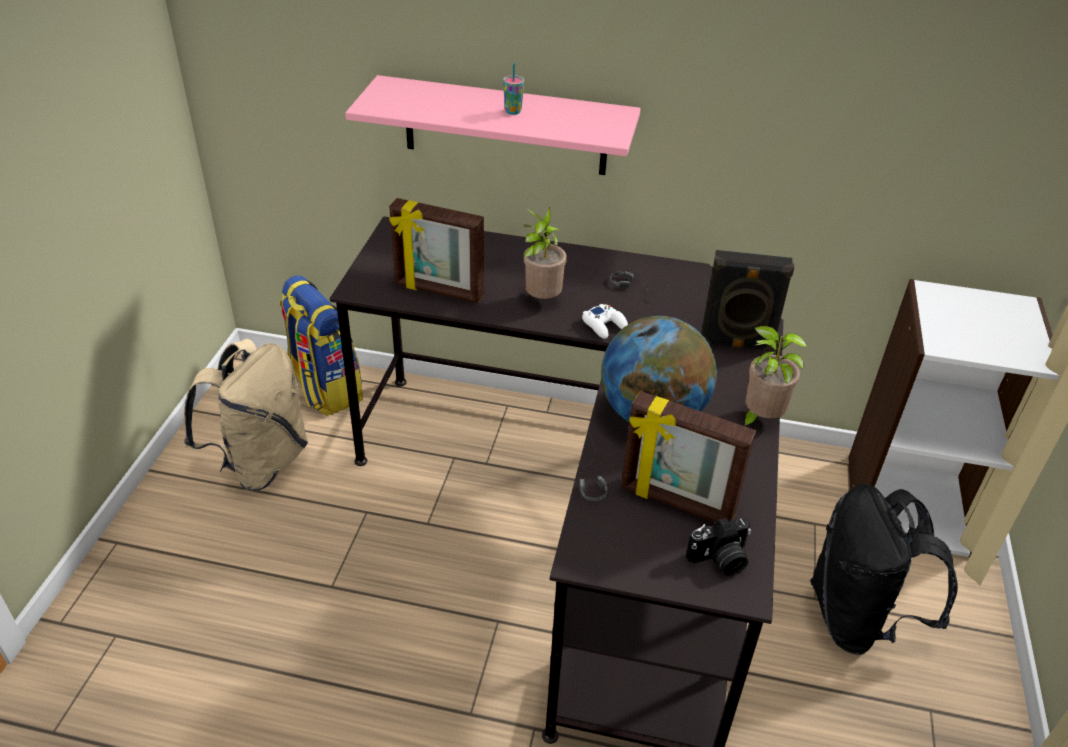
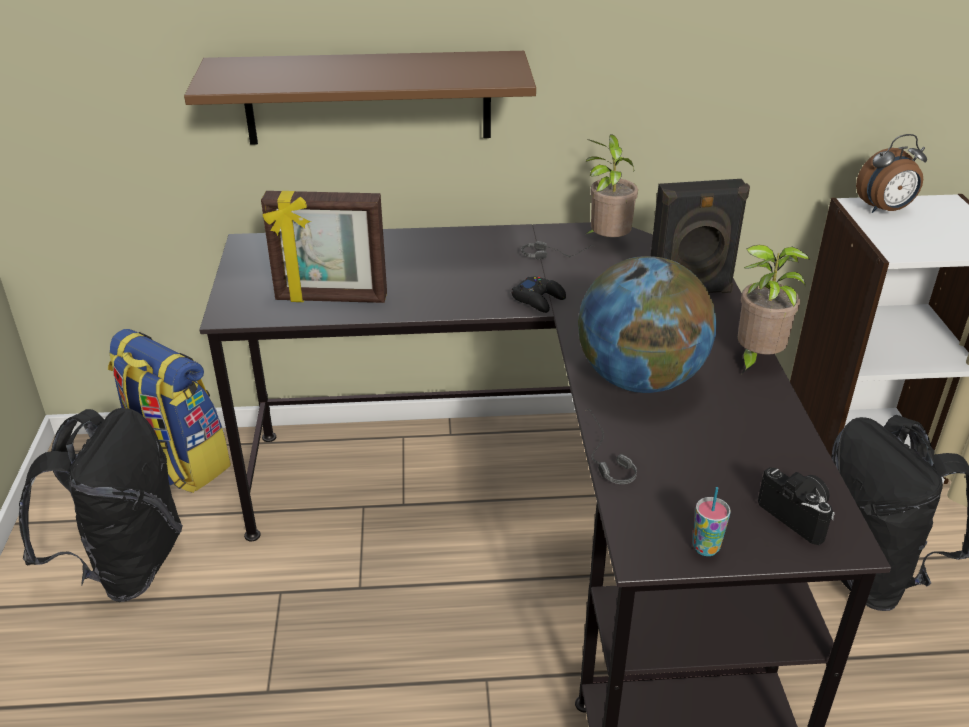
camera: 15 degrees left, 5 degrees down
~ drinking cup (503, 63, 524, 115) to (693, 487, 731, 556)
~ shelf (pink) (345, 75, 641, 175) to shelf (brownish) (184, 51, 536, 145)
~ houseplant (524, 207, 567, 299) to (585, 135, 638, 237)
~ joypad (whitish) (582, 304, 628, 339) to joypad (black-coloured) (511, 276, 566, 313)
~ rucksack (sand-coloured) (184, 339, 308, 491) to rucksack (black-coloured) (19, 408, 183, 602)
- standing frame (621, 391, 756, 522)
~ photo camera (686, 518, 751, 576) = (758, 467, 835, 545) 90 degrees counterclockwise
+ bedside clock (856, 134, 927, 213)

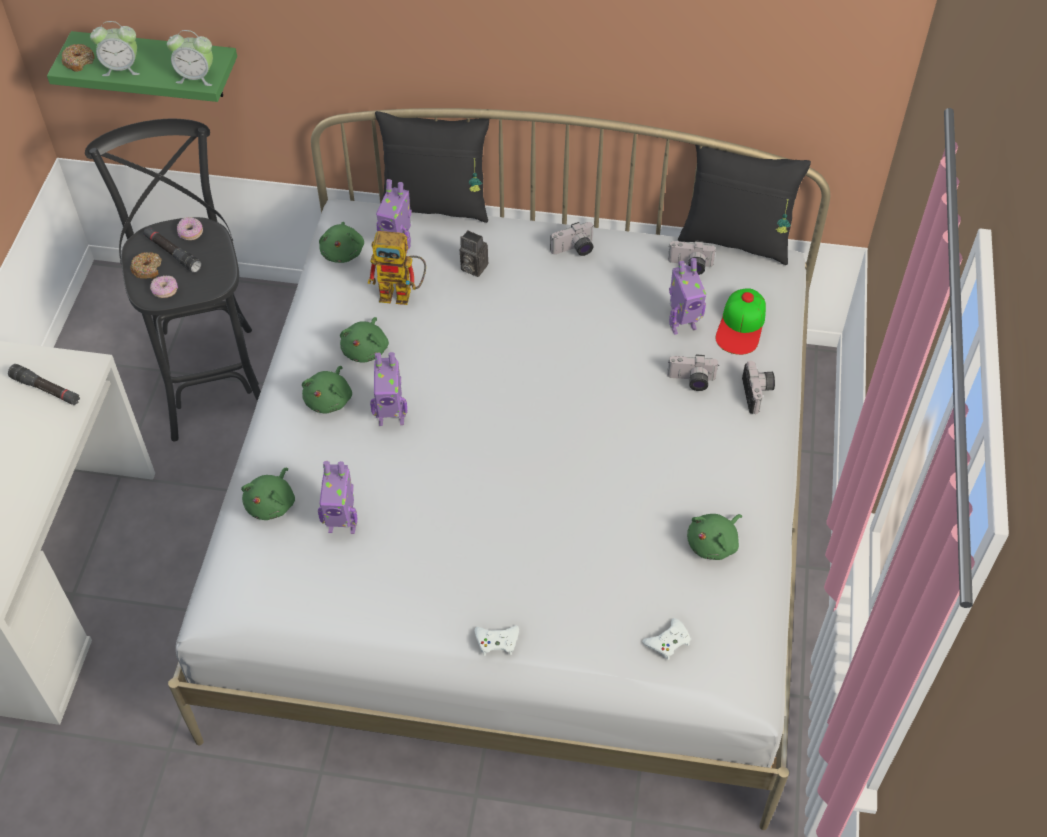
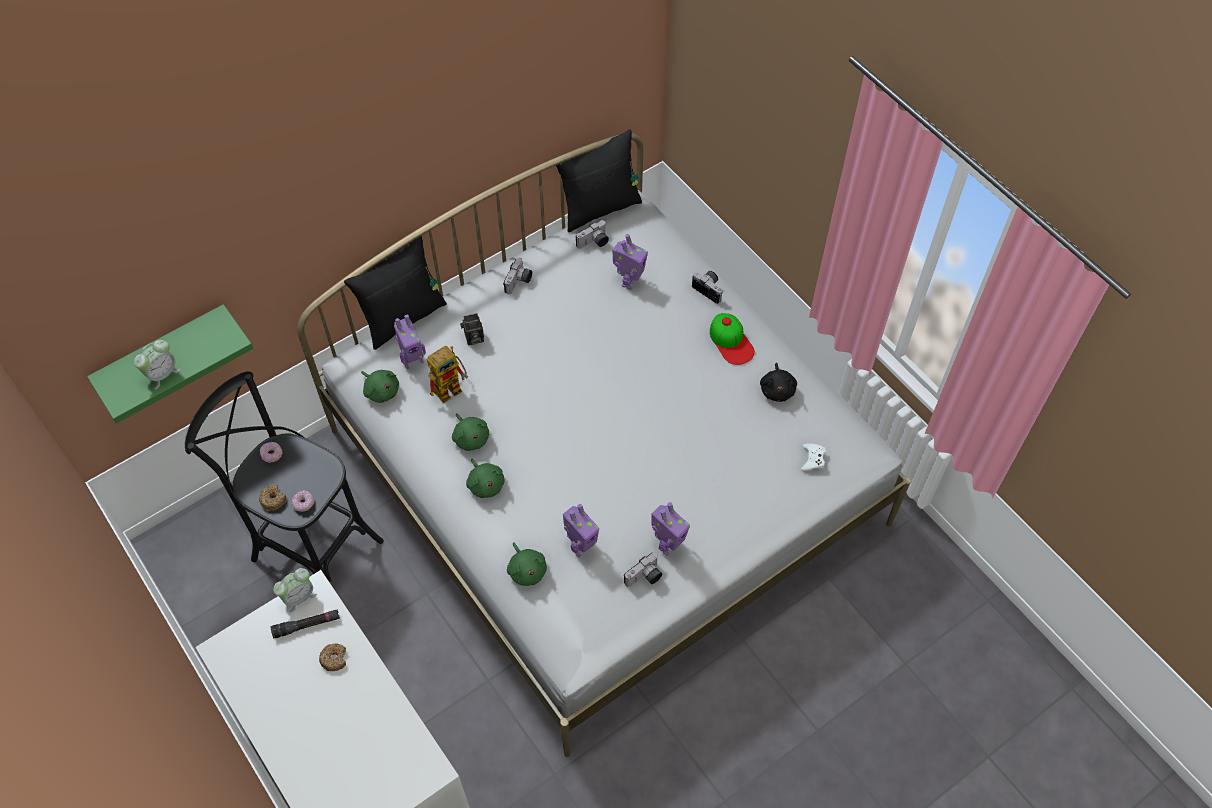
camera: 45 degrees left, 5 degrees up
~ bedside clock (167, 30, 213, 86) to (273, 568, 317, 613)
~ doughnut (62, 44, 95, 72) to (319, 643, 346, 671)
- flashlight (black-coloured) (143, 227, 202, 273)
~ baseball cap (716, 288, 766, 355) to (710, 313, 755, 365)
~ toy robot (370, 352, 408, 426) to (651, 502, 690, 556)
~ photo camera (667, 354, 719, 391) to (624, 552, 662, 587)
~ soft toy (greenish) (687, 514, 742, 560) to soft toy (black-coloured) (760, 363, 797, 402)
- joypad (whitish) (475, 625, 519, 656)

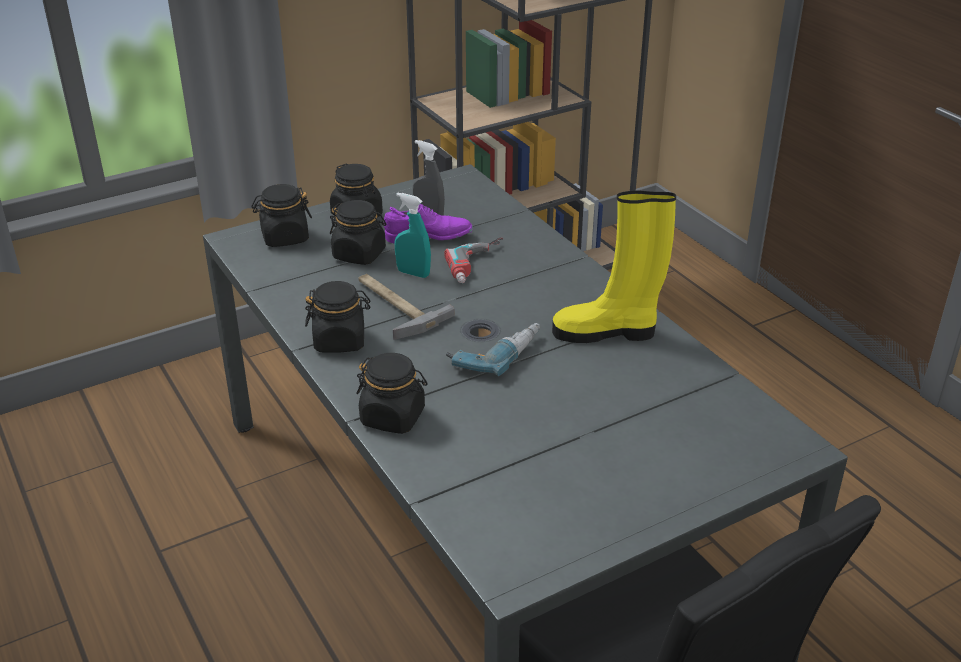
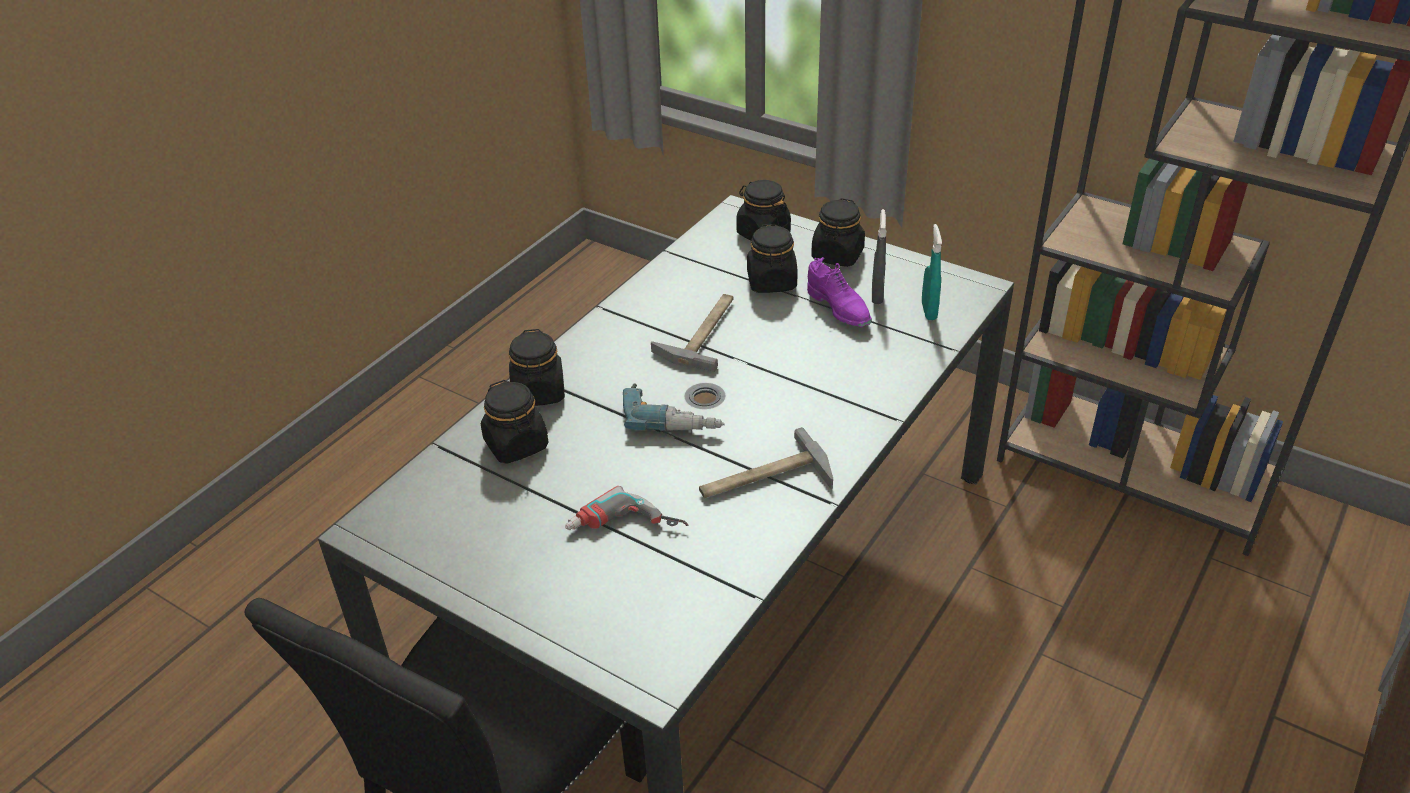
camera: 65 degrees right, 5 degrees up
~ high-top boot (yellowish) (552, 190, 676, 343) to hammer (699, 427, 833, 498)
~ sprayer (turquoise) (395, 192, 431, 278) to (922, 224, 942, 320)
~ power drill (444, 238, 503, 283) to (565, 486, 688, 530)
~ preserve jar (black-coloured) (305, 281, 370, 353) to (481, 380, 548, 464)

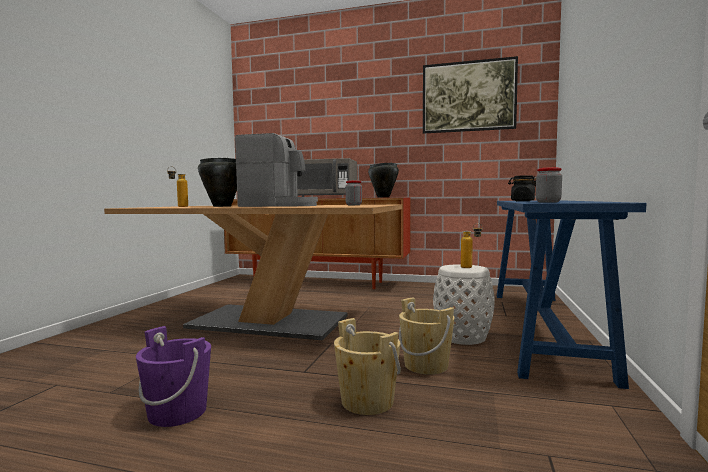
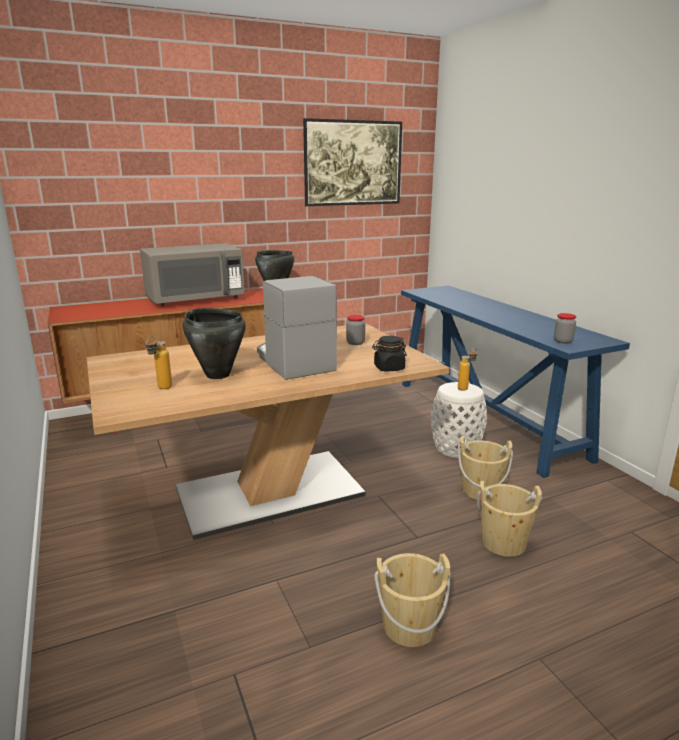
camera: 40 degrees left, 15 degrees up
~ coffee machine (235, 133, 318, 207) = (257, 276, 337, 380) 90 degrees counterclockwise
~ preserve jar (black-coloured) (508, 175, 536, 201) to (372, 336, 407, 371)
~ water bucket (purple) (136, 326, 211, 427) to water bucket (sand-coloured) (374, 553, 450, 647)

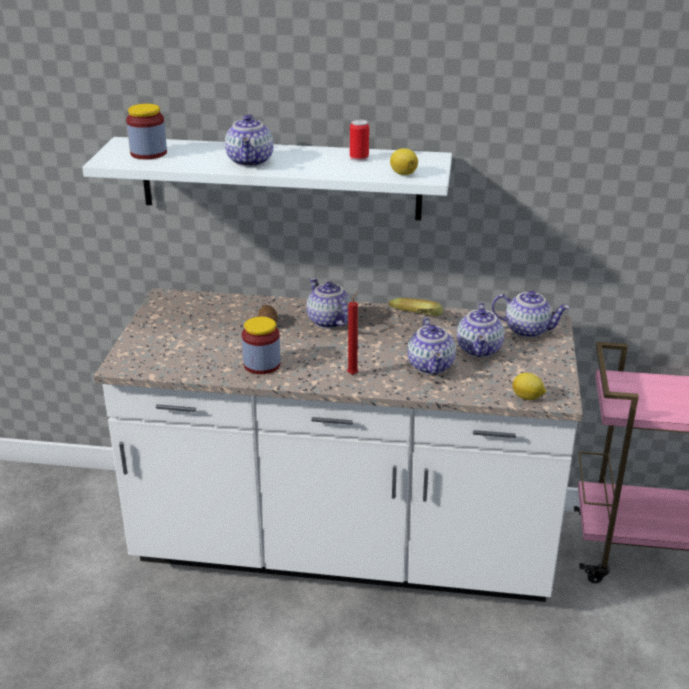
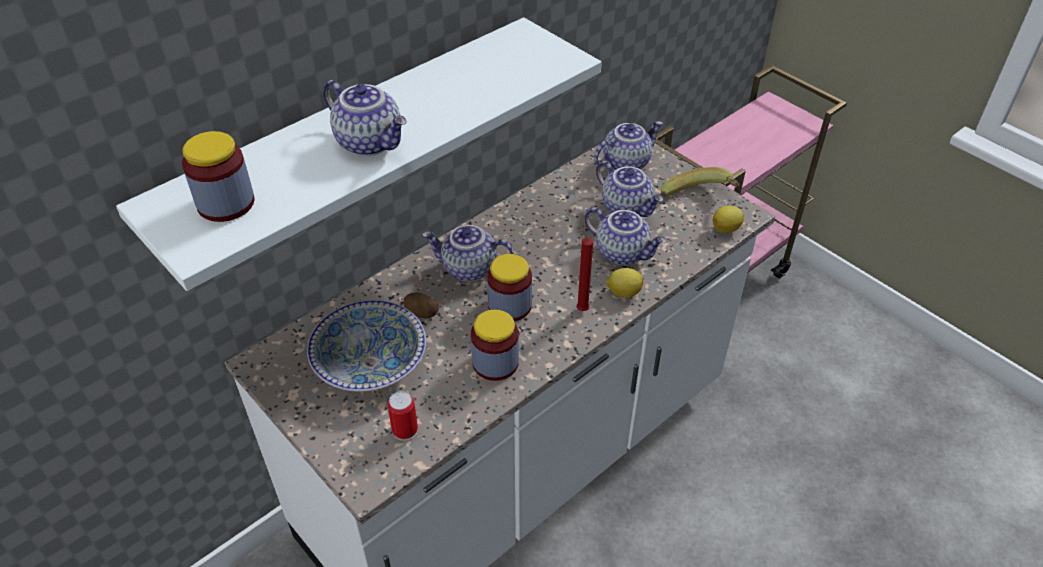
camera: 50 degrees left, 15 degrees up
~ can (350, 119, 369, 162) to (388, 391, 418, 441)
~ whole lemon (390, 148, 418, 175) to (606, 268, 643, 298)
~ banana fruit (388, 298, 443, 316) to (661, 167, 739, 197)
+ preserve jar (487, 254, 532, 321)
+ serving bowl (307, 300, 426, 392)

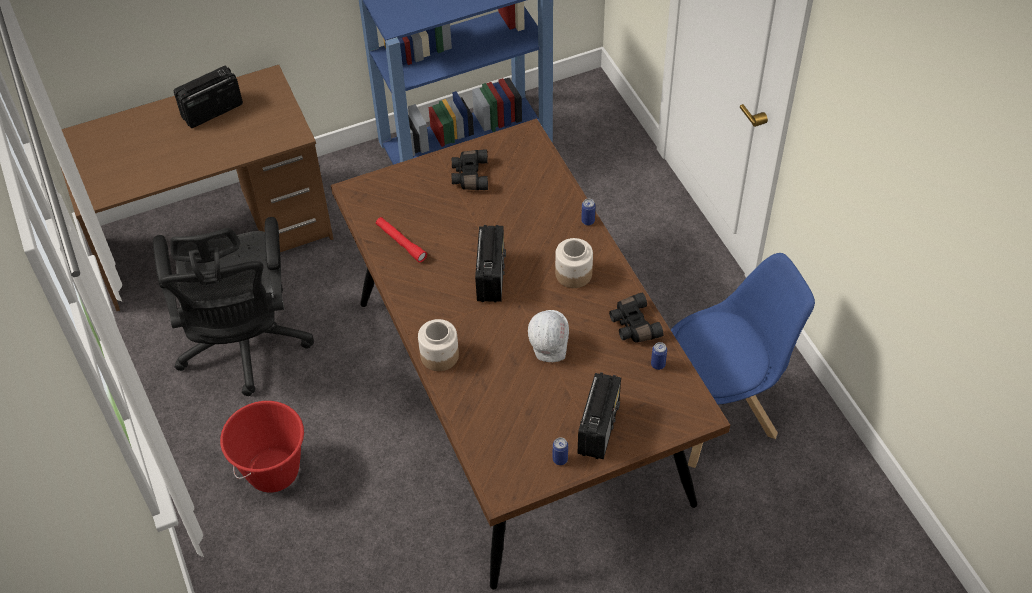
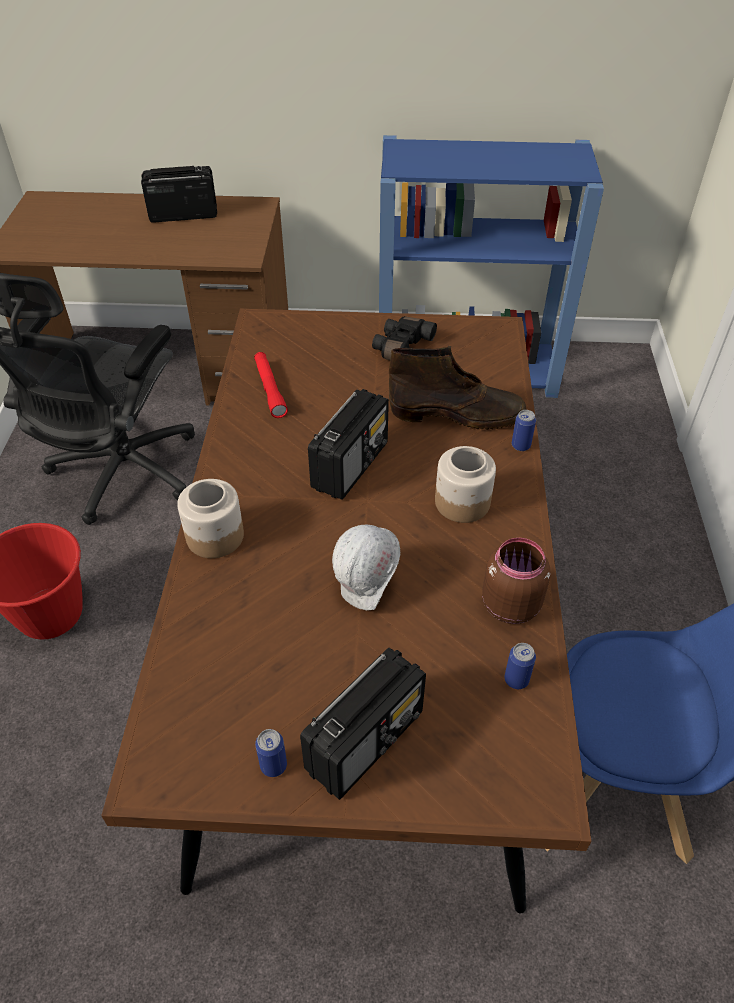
camera: 25 degrees right, 5 degrees down
~ binoculars (black-coloured) (609, 293, 663, 343) to preserve jar (brownish) (482, 538, 550, 624)
+ high-top boot (brownish) (389, 346, 527, 430)

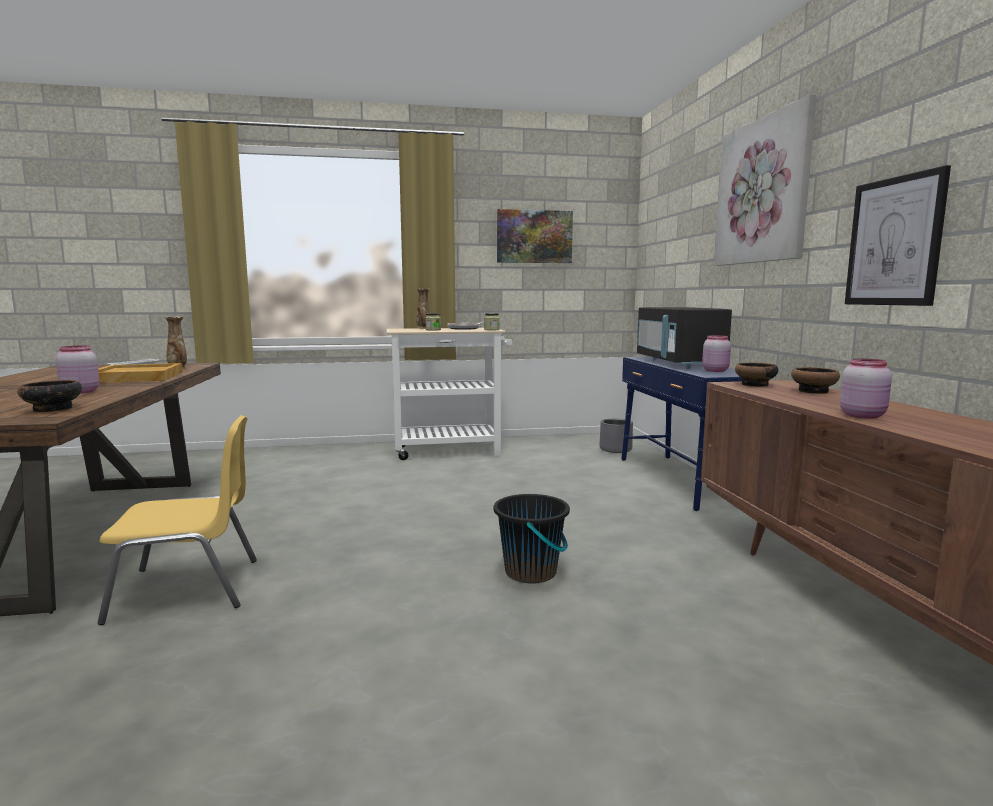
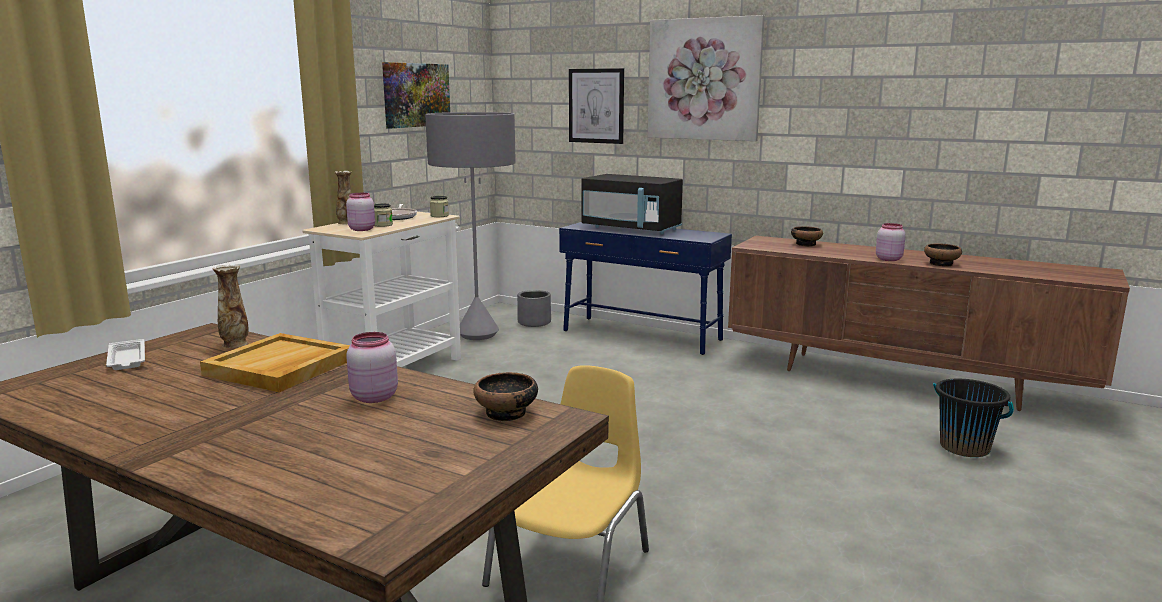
camera: 50 degrees left, 5 degrees up
~ wall art (845, 165, 951, 306) to (569, 68, 624, 144)
~ preserve jar (pink) (702, 335, 731, 372) to (346, 193, 375, 231)
~ serving bowl (735, 363, 778, 387) to (924, 243, 962, 266)
~ water bucket (black-coloured) (494, 494, 570, 584) to (933, 379, 1014, 457)
+ standard lamp (grey) (425, 112, 516, 340)

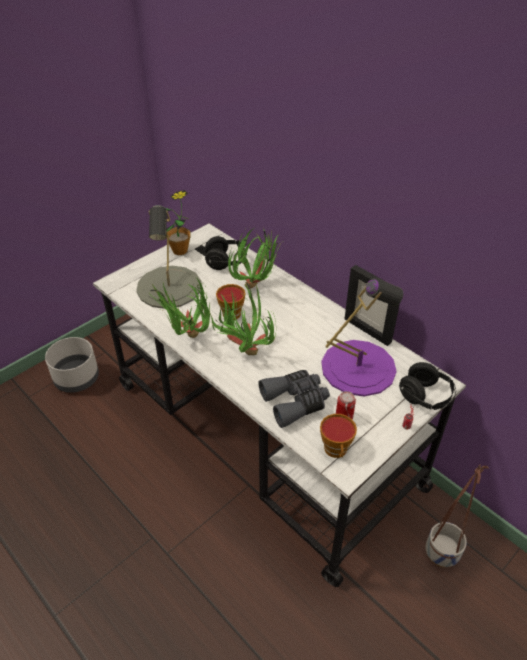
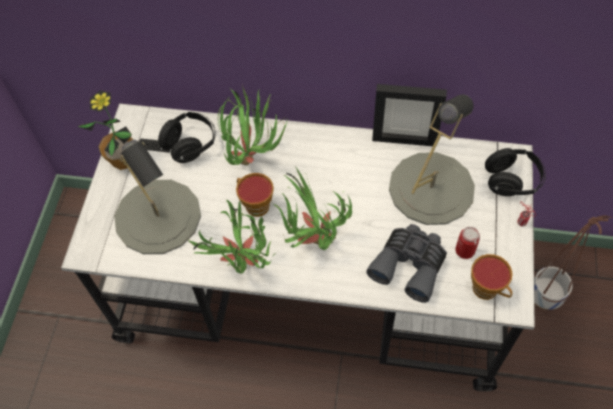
camera: 35 degrees left, 15 degrees up
~ tabletop lamp (purple) (321, 278, 403, 397) to tabletop lamp (grey) (389, 95, 475, 225)
- planter (grey) (45, 337, 99, 393)

